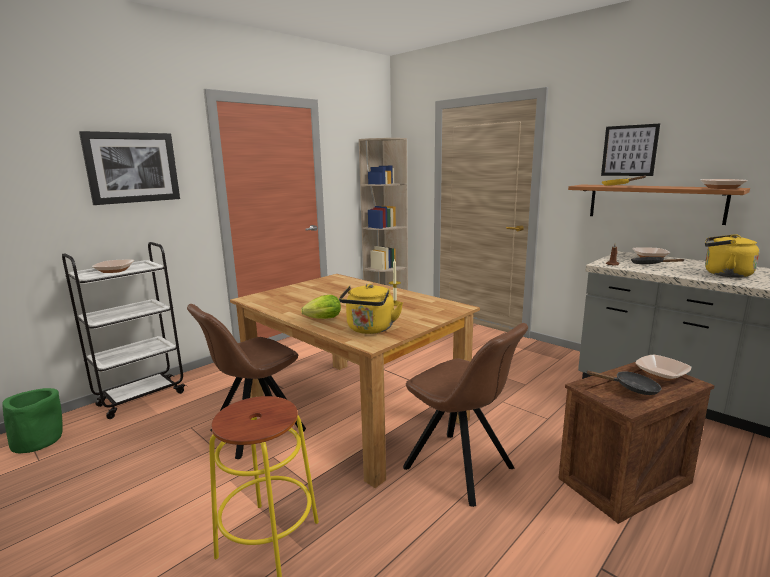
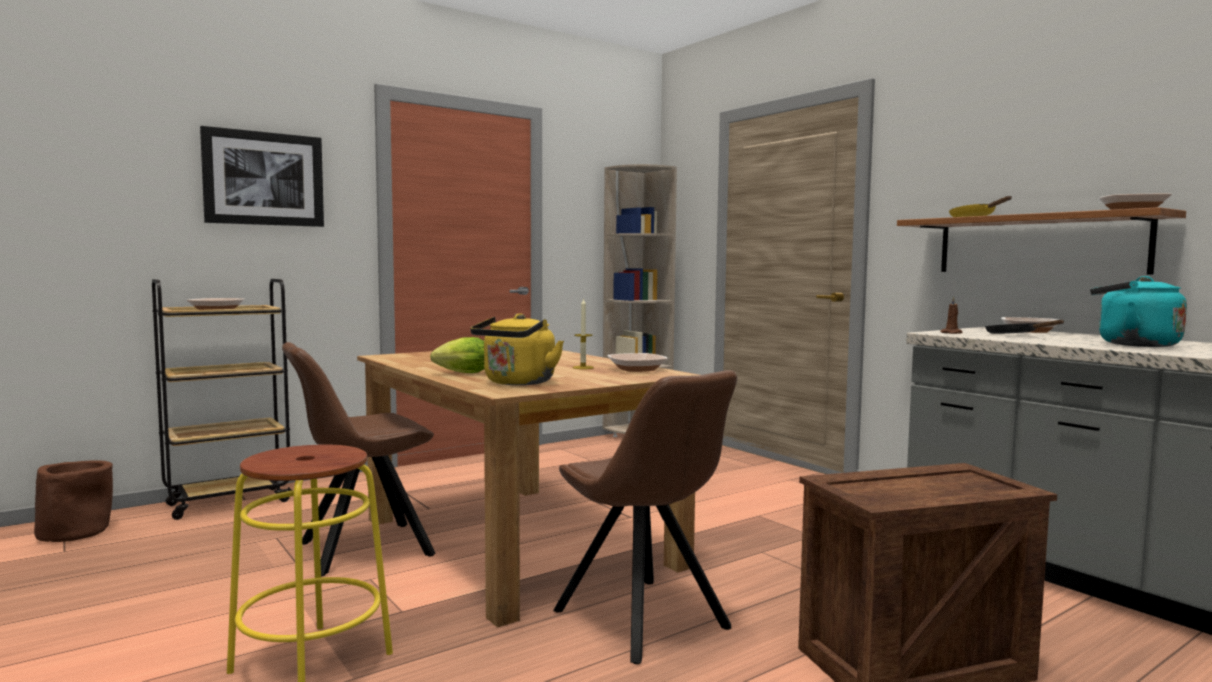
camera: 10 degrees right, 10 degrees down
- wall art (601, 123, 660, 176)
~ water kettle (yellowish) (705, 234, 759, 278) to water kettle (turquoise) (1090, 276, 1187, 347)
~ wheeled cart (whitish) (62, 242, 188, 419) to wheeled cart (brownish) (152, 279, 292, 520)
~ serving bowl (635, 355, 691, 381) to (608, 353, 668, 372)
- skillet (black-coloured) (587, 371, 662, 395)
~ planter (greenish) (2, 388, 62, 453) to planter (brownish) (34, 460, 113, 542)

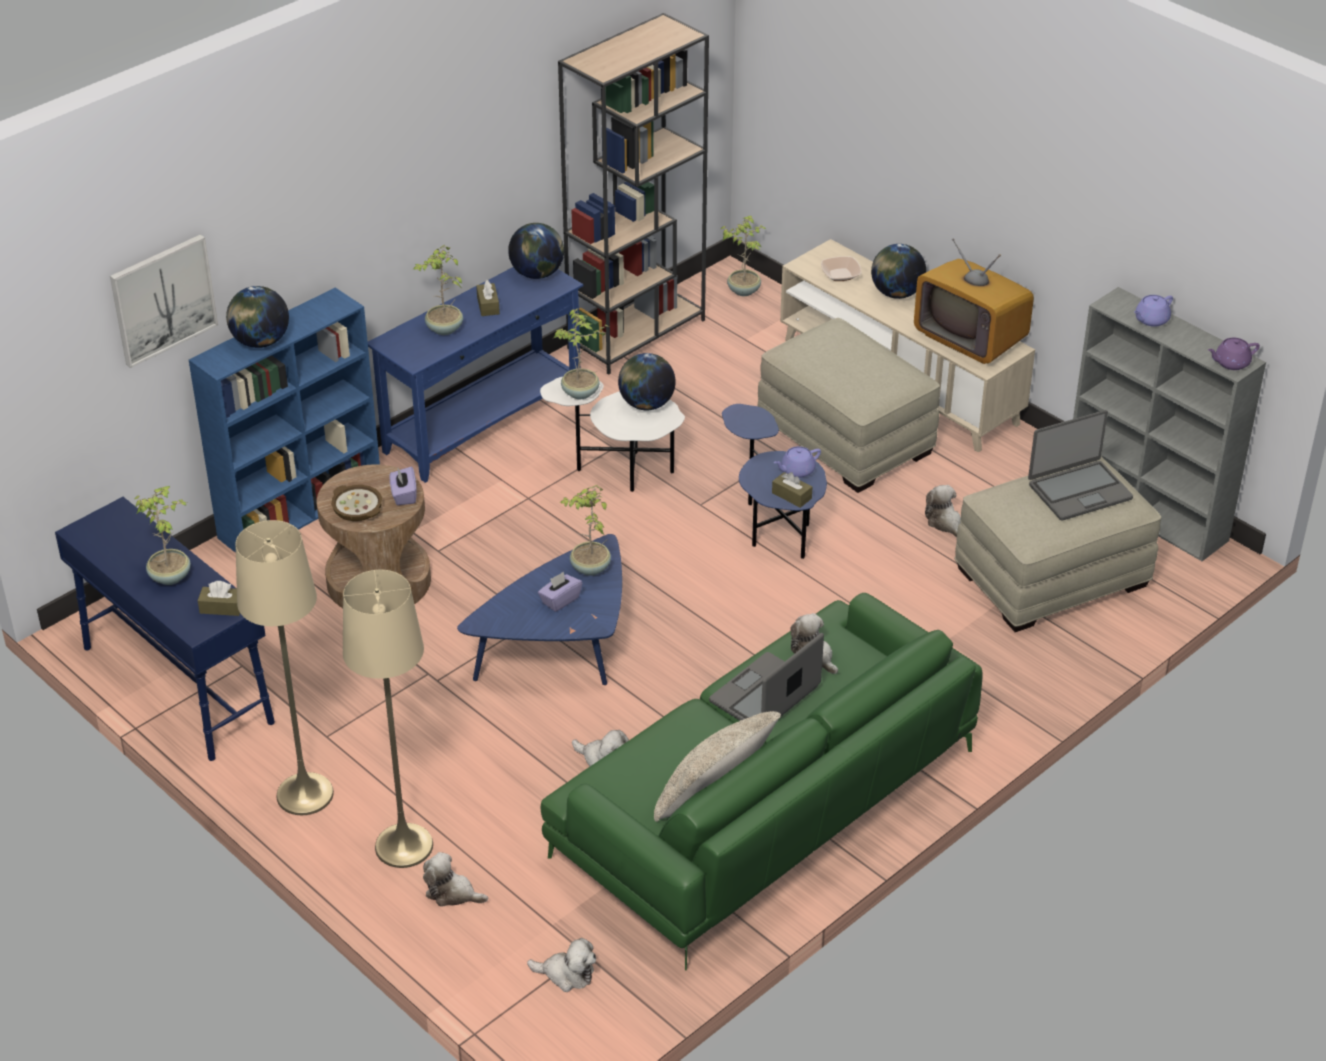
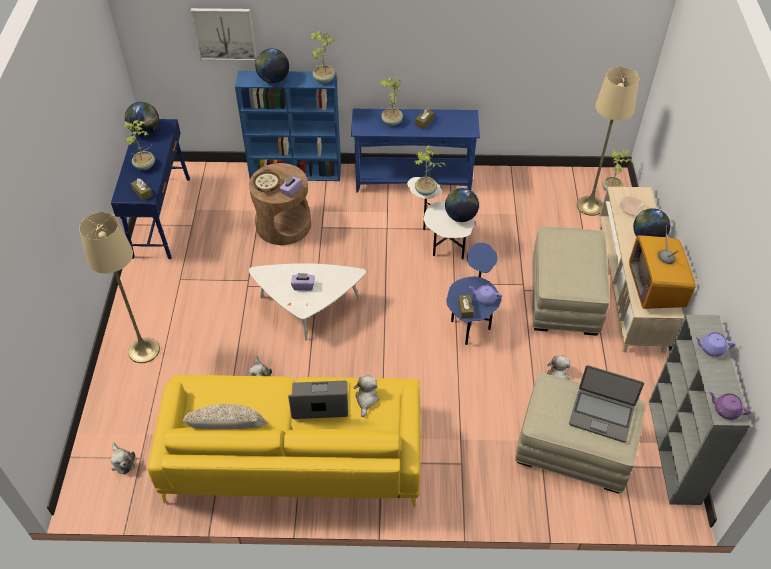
camera: 45 degrees right, 10 degrees up
- bookcase (558, 13, 709, 375)
~ desk globe (508, 223, 564, 279) to (125, 102, 159, 135)
~ houseplant (560, 485, 611, 576) to (310, 31, 335, 84)
~ standard lamp (sand-coloured) (235, 520, 334, 815) to (577, 67, 639, 216)
~ coffee table (blue-coloured) (457, 534, 622, 685) to coffee table (whitish) (249, 263, 366, 340)
~ sofa (greenish) (541, 593, 983, 971) to sofa (yellowish) (148, 375, 421, 508)
- soft toy (423, 852, 488, 907)

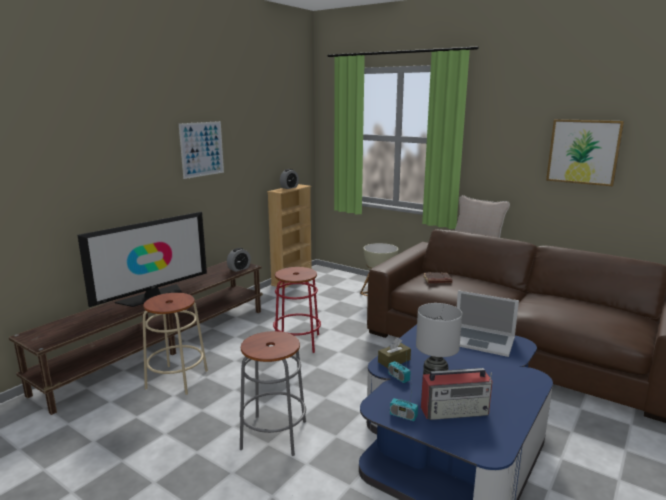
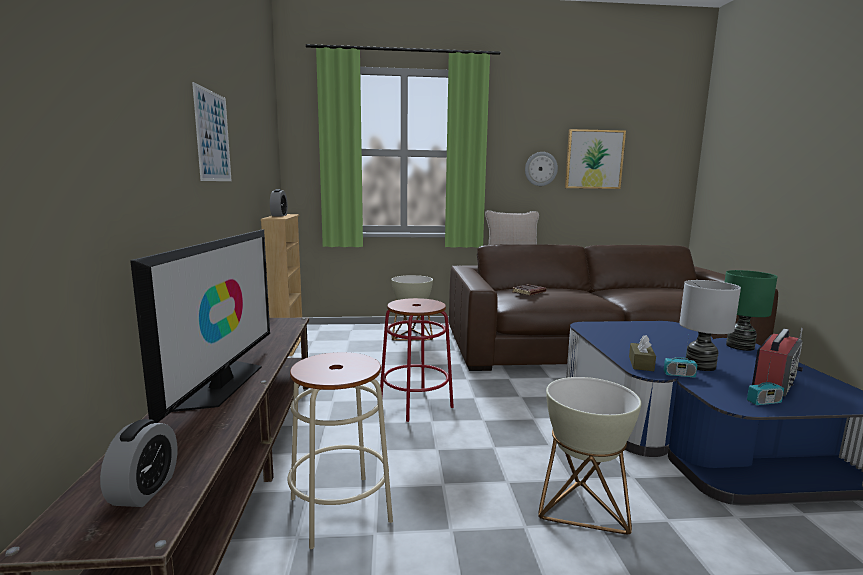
camera: 40 degrees left, 5 degrees down
~ bedside clock (227, 248, 251, 272) to (100, 419, 178, 507)
- portable computer (457, 291, 519, 357)
~ stool (grey) (240, 331, 306, 456) to planter (538, 377, 641, 534)
+ hanging clock (525, 152, 558, 186)
+ tabletop lamp (greenish) (725, 270, 778, 351)

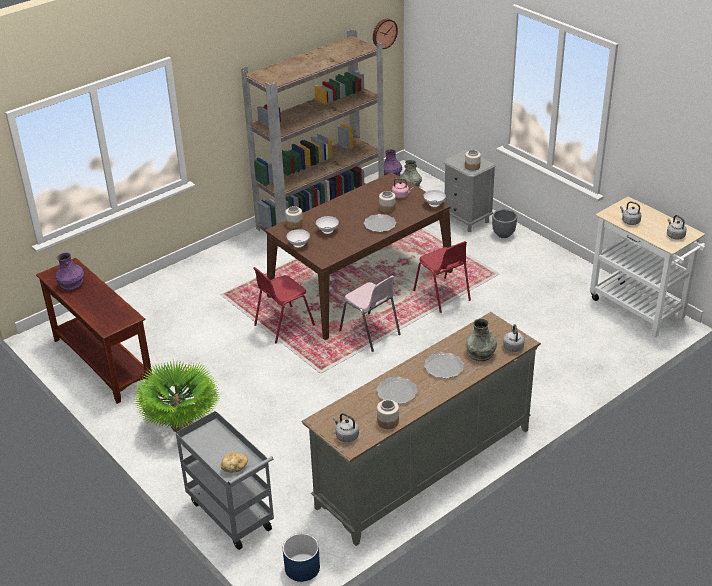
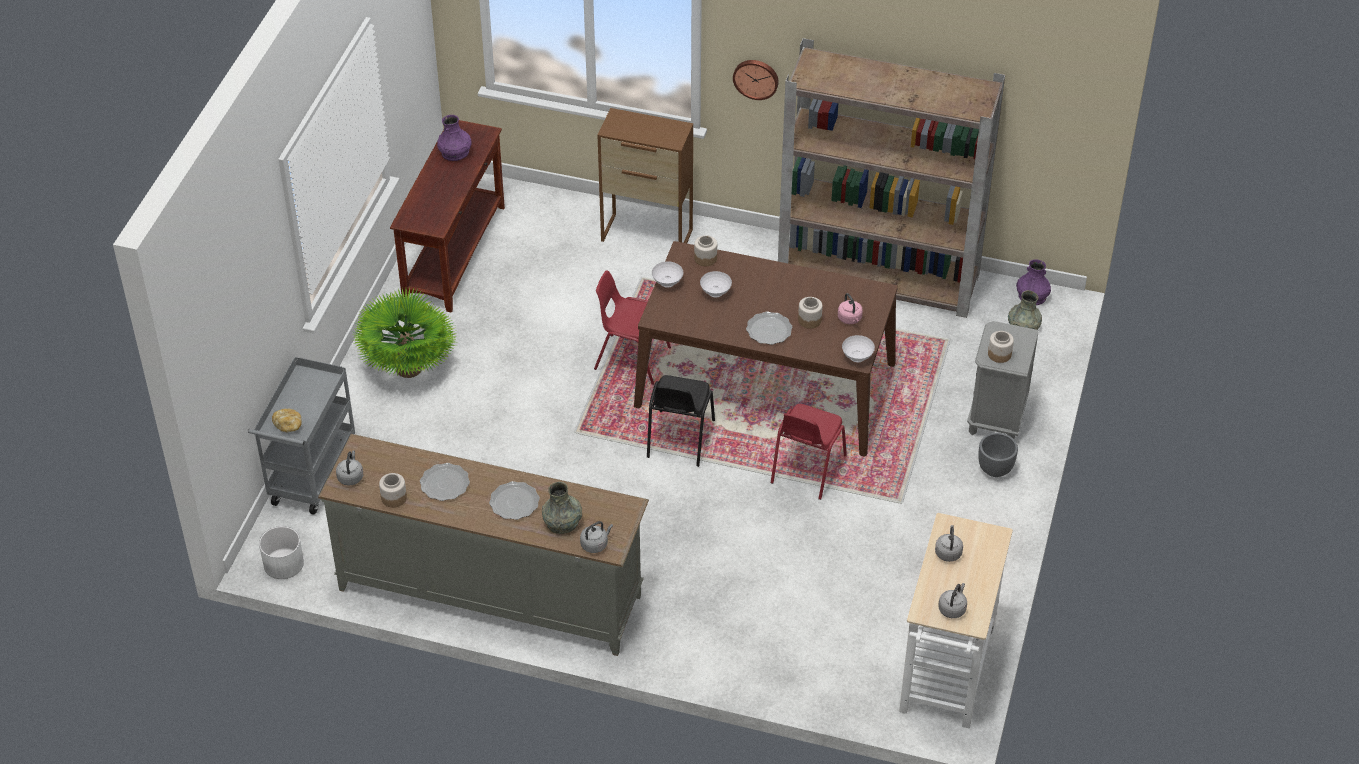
camera: 55 degrees right, 10 degrees up
~ hanging clock (373, 19, 398, 49) to (733, 60, 779, 100)
~ plain chair (pink) (339, 276, 401, 352) to plain chair (black-coloured) (647, 375, 715, 467)
~ planter (blue-coloured) (283, 533, 320, 582) to planter (whitish) (259, 526, 304, 579)
+ cupboard (brownish) (598, 108, 693, 243)

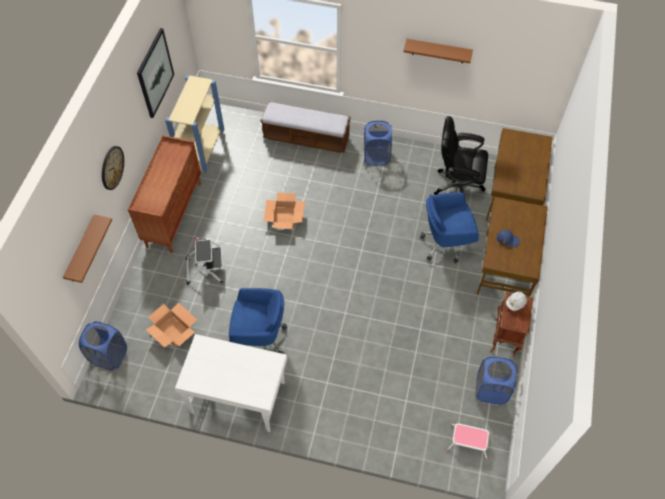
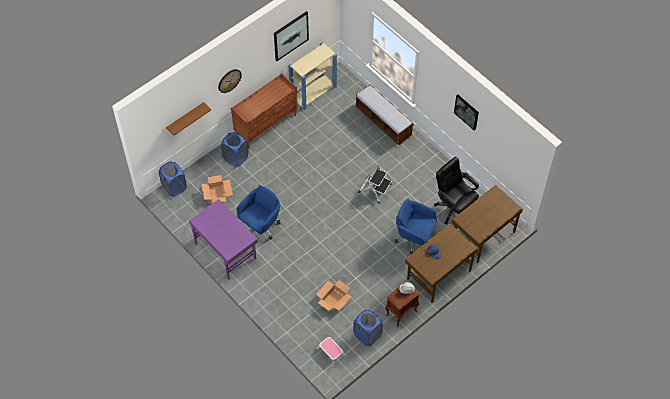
camera: 35 degrees right, 0 degrees up
~ shelf (brownish) (403, 39, 473, 63) to wall art (454, 95, 479, 131)
~ hamper (blue-coloured) (364, 121, 392, 166) to (221, 132, 249, 167)
~ carton (264, 193, 305, 229) to (316, 280, 352, 311)
~ step ladder (186, 237, 224, 285) to (358, 166, 392, 204)
~ office chair (blue-coloured) (229, 288, 287, 354) = (237, 185, 280, 240) 90 degrees counterclockwise
~ desk table (whitish) (175, 334, 287, 432) to desk table (purple) (189, 199, 258, 279)

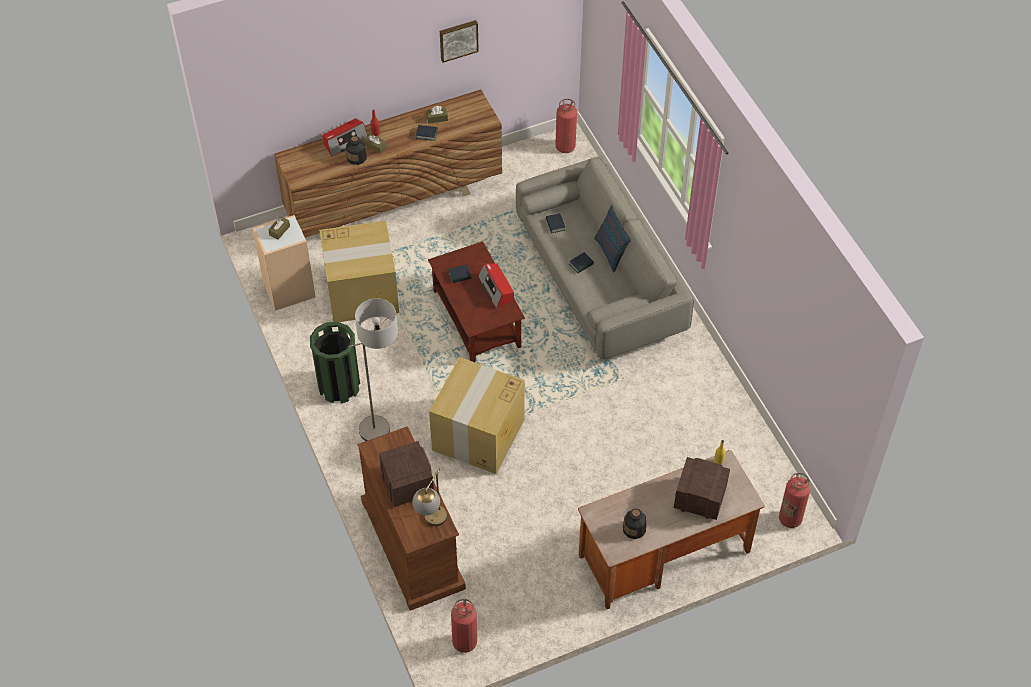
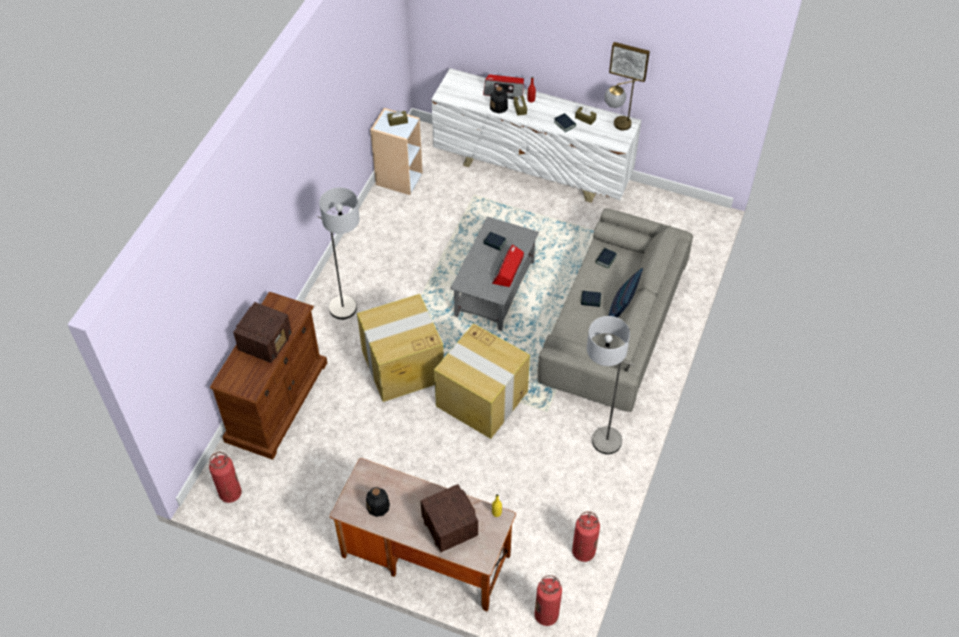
camera: 45 degrees right, 0 degrees up
~ cupboard (brownish) (274, 89, 502, 238) to cupboard (whitish) (431, 68, 642, 203)
~ fire-fighting cylinder (555, 99, 577, 153) to (572, 511, 600, 562)
~ carton (320, 221, 399, 322) to (434, 323, 530, 439)
~ coffee table (brownish) (428, 241, 525, 362) to coffee table (grey) (450, 216, 539, 331)
- rubbish bin (greenish) (310, 322, 360, 403)
~ tabletop lamp (413, 468, 447, 526) to (604, 79, 639, 130)
+ standard lamp (grey) (587, 316, 635, 454)

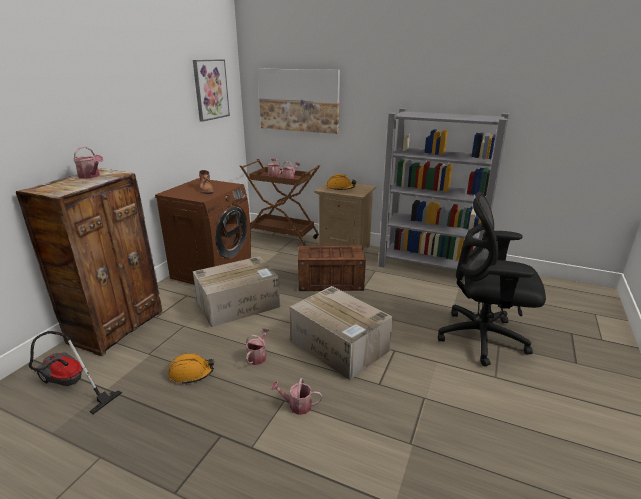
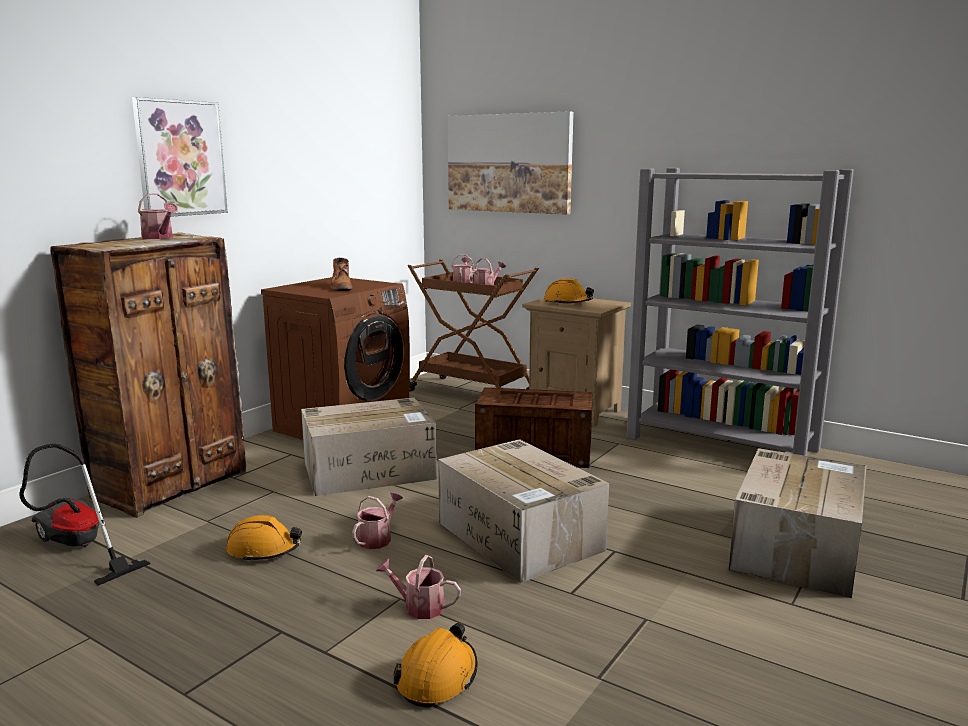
camera: 10 degrees right, 10 degrees down
~ wall art (193, 59, 230, 122) to (132, 97, 228, 217)
~ office chair (black-coloured) (438, 192, 546, 366) to carton (729, 448, 866, 598)
+ safety helmet (orange) (393, 623, 478, 708)

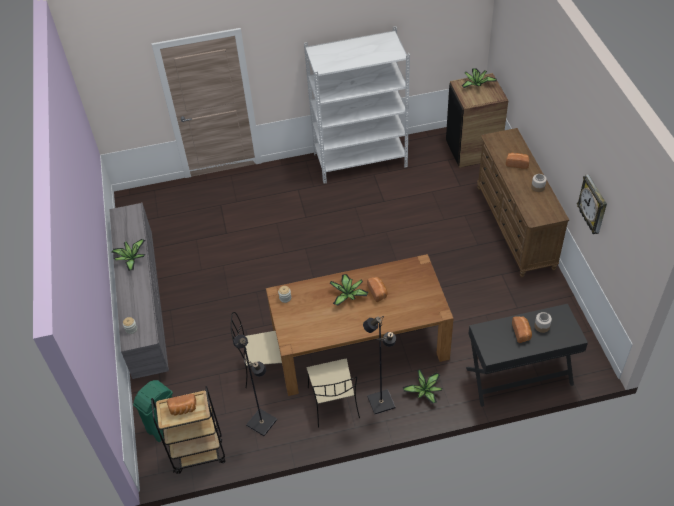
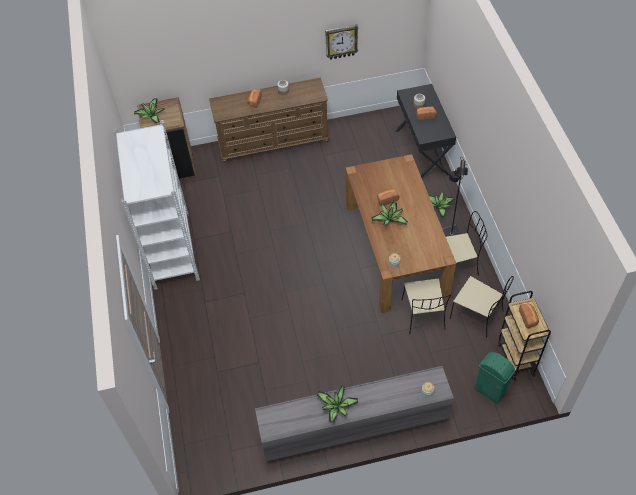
camera: 90 degrees left, 5 degrees up
~ standard lamp (black-coloured) (233, 335, 277, 436) to plain chair (sand-coloured) (450, 276, 514, 337)

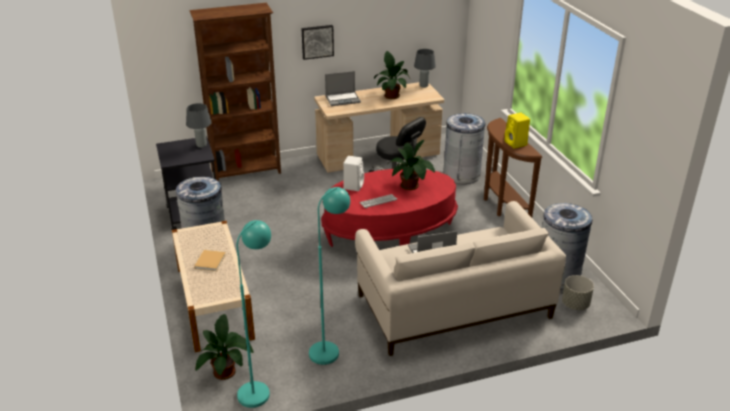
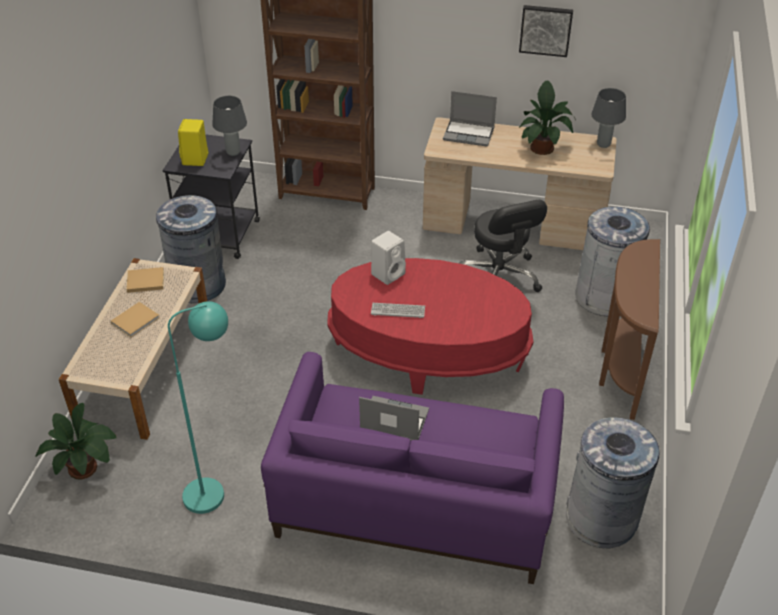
camera: 30 degrees right, 10 degrees up
~ wall art (301, 25, 334, 60) to (519, 5, 573, 57)
~ speaker (yellowish) (504, 113, 530, 148) to (178, 119, 208, 166)
- houseplant (387, 140, 435, 190)
~ sofa (sand-coloured) (355, 201, 566, 356) to sofa (purple) (261, 352, 564, 584)
- standard lamp (turquoise) (237, 220, 271, 408)
- planter (grey) (562, 275, 594, 310)
+ bound book (sand-coloured) (126, 267, 164, 293)

